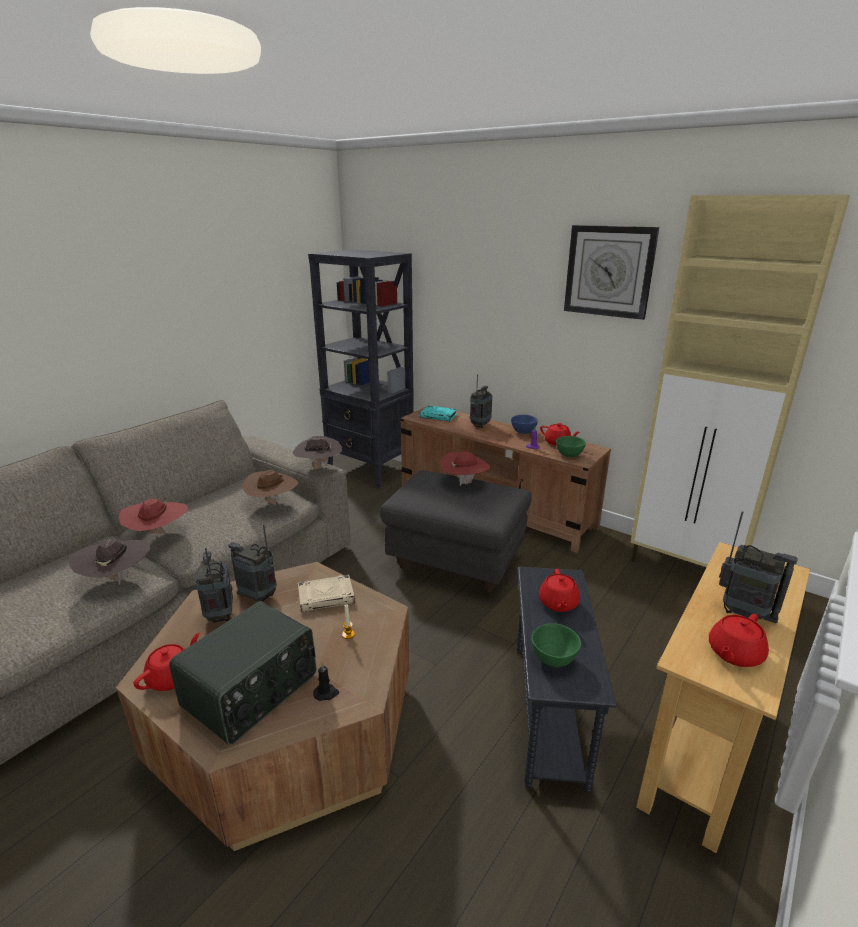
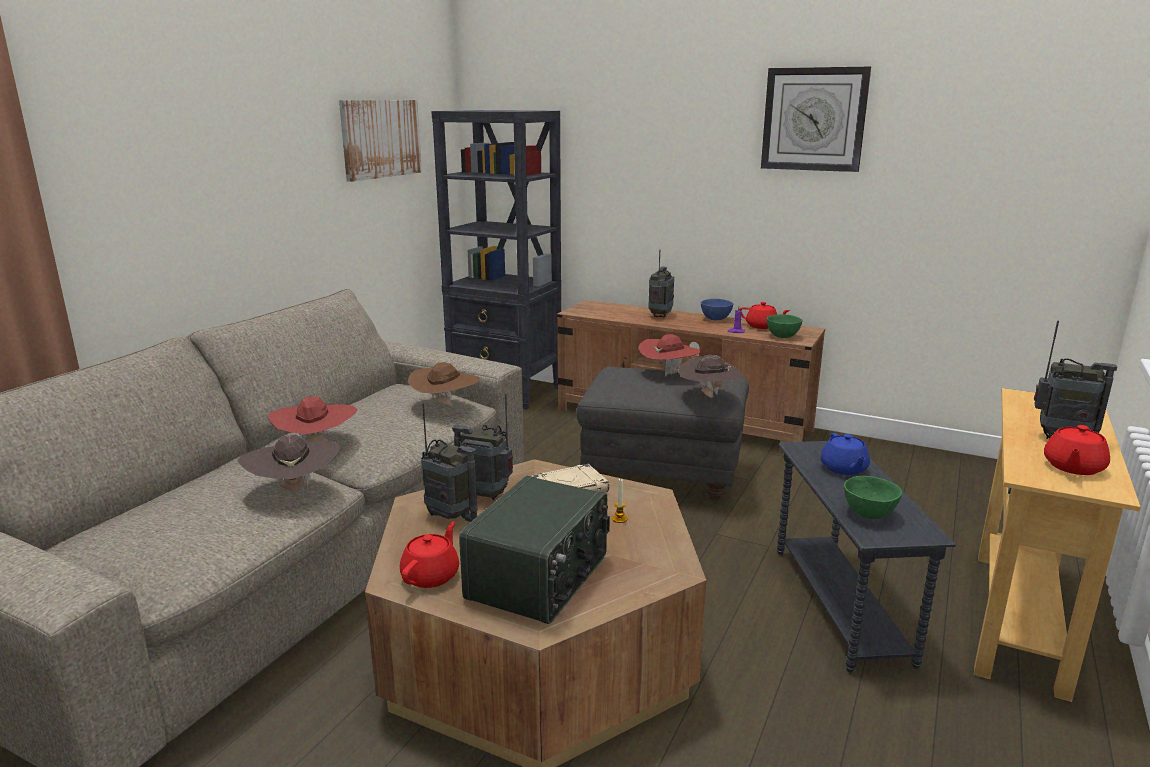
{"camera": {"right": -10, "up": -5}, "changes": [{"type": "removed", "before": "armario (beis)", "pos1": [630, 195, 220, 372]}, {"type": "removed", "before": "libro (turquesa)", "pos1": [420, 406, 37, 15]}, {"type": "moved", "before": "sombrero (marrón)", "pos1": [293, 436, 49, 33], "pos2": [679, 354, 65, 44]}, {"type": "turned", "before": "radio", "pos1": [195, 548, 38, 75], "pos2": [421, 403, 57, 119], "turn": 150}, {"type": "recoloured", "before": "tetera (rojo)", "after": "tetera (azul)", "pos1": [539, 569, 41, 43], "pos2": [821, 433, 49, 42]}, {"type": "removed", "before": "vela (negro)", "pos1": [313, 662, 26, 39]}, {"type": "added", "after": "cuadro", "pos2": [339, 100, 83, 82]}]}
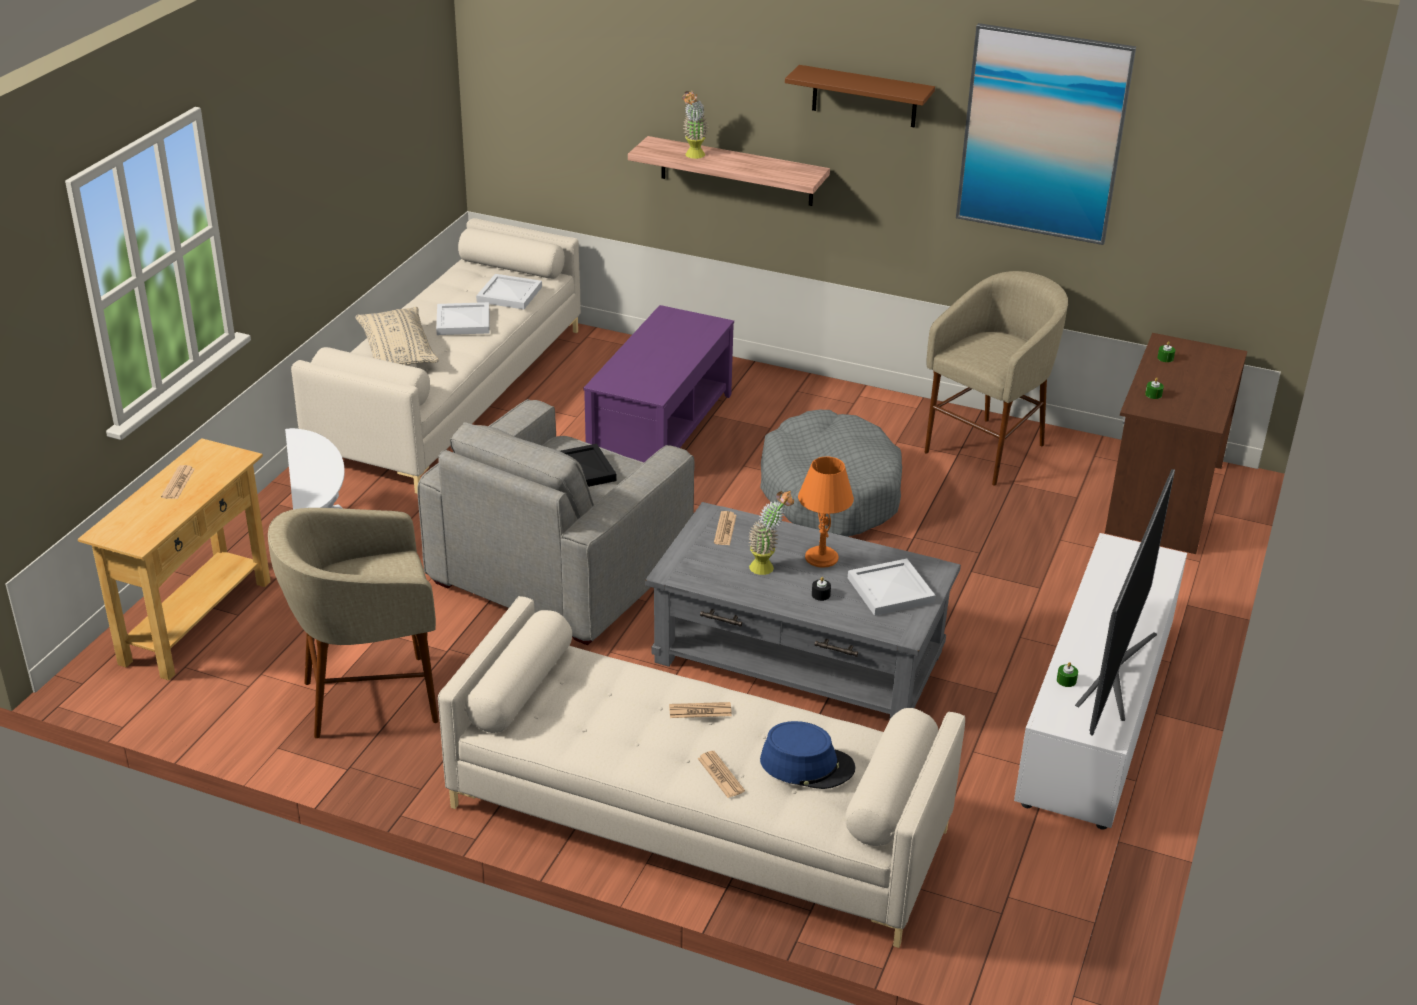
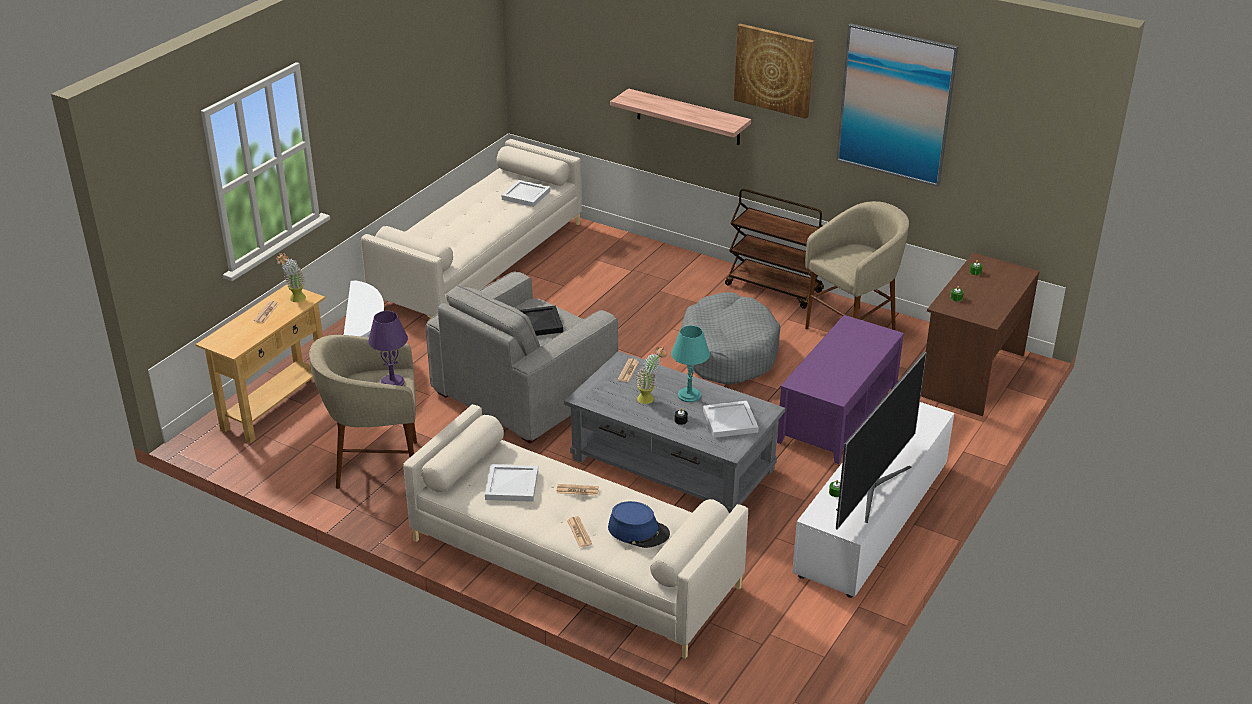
{"camera": {"right": 10, "up": 0}, "changes": [{"type": "replaced", "before": "estante (marrón)", "after": "cuadro", "pos1": [785, 65, 150, 62], "pos2": [734, 24, 80, 95]}, {"type": "moved", "before": "planta en maceta", "pos1": [682, 91, 26, 68], "pos2": [276, 253, 30, 49]}, {"type": "moved", "before": "bandeja (blanco)", "pos1": [436, 302, 54, 33], "pos2": [485, 464, 53, 38]}, {"type": "moved", "before": "mesa de centro (morado)", "pos1": [584, 305, 150, 157], "pos2": [777, 315, 127, 149]}, {"type": "removed", "before": "cojín (beis)", "pos1": [355, 307, 84, 58]}, {"type": "recoloured", "before": "lámpara de mesa (naranja)", "after": "lámpara de mesa (turquesa)", "pos1": [798, 457, 56, 111], "pos2": [671, 325, 39, 77]}, {"type": "added", "after": "carrito (marrón)", "pos2": [725, 189, 99, 120]}, {"type": "added", "after": "lámpara de mesa (morado)", "pos2": [368, 311, 40, 75]}]}
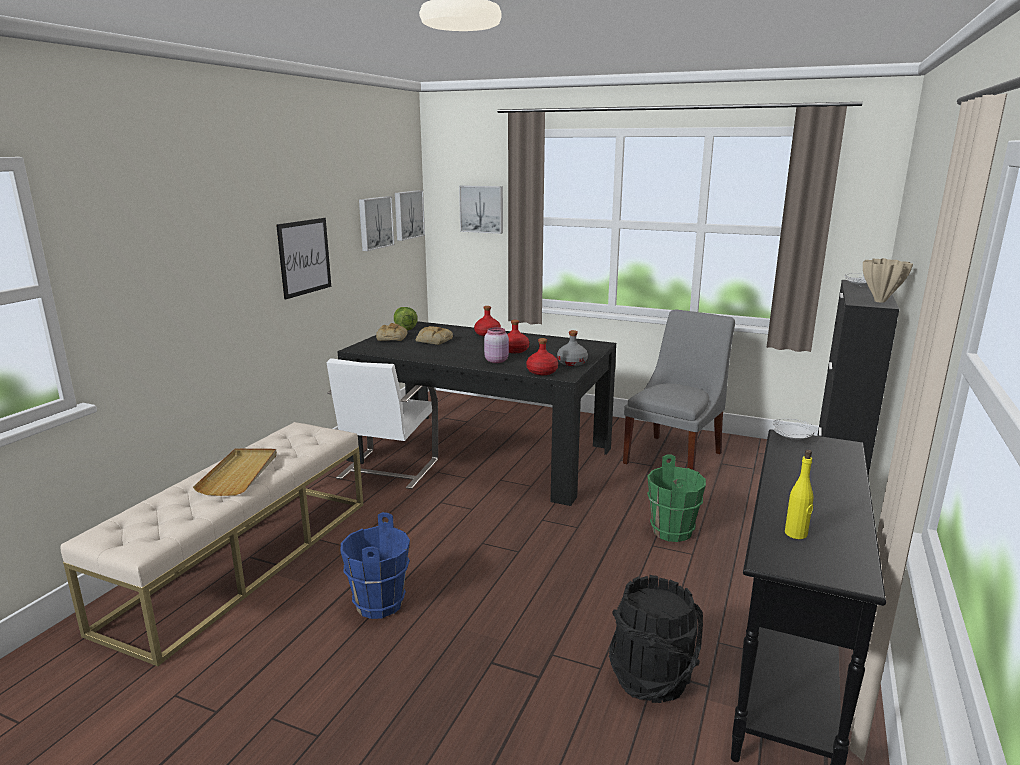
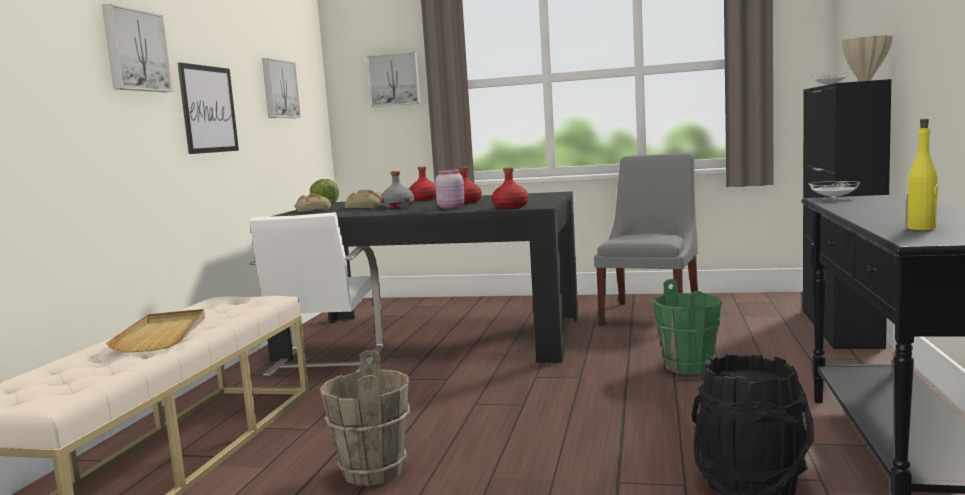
{"camera": {"right": -10, "up": -10}, "changes": [{"type": "moved", "before": "cuadro", "pos1": [395, 190, 30, 51], "pos2": [102, 4, 71, 88]}, {"type": "moved", "before": "botella (gris)", "pos1": [557, 330, 31, 36], "pos2": [381, 171, 33, 37]}, {"type": "recoloured", "before": "cubo (azul)", "after": "cubo (marrón)", "pos1": [340, 512, 70, 107], "pos2": [320, 350, 90, 136]}]}
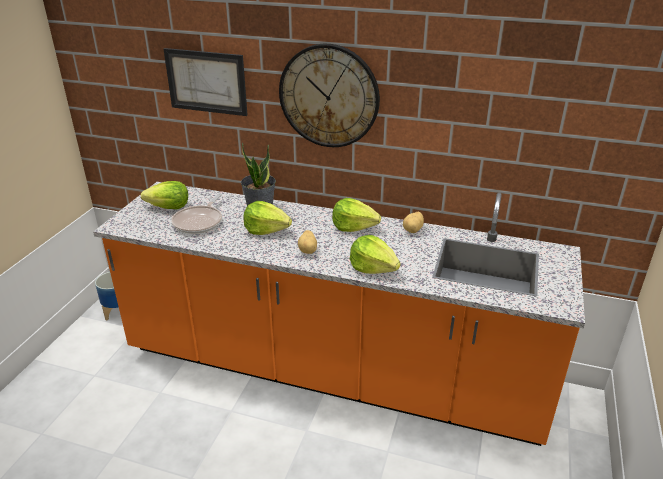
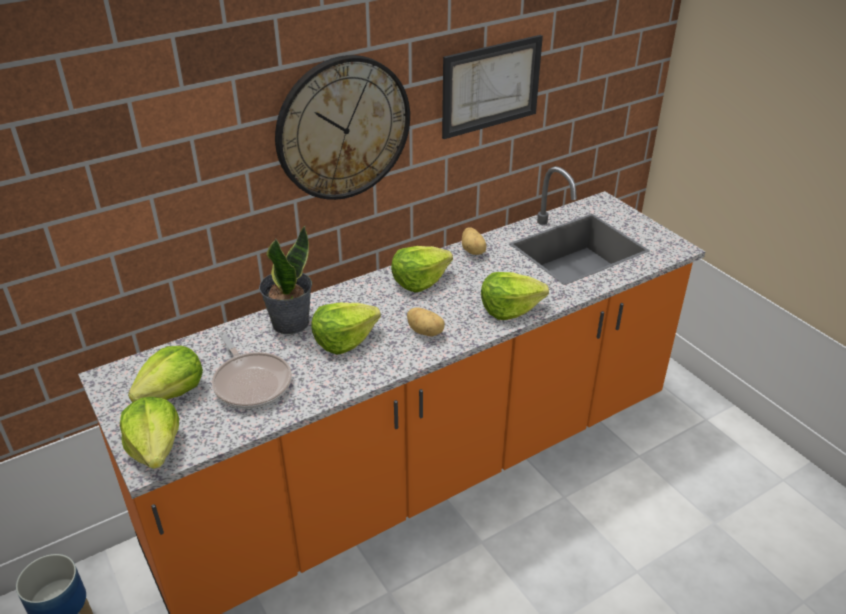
{"camera": {"right": -50, "up": 5}, "changes": [{"type": "moved", "before": "cuadro", "pos1": [164, 48, 83, 68], "pos2": [442, 35, 101, 104]}, {"type": "added", "after": "lechuga", "pos2": [120, 397, 59, 72]}]}
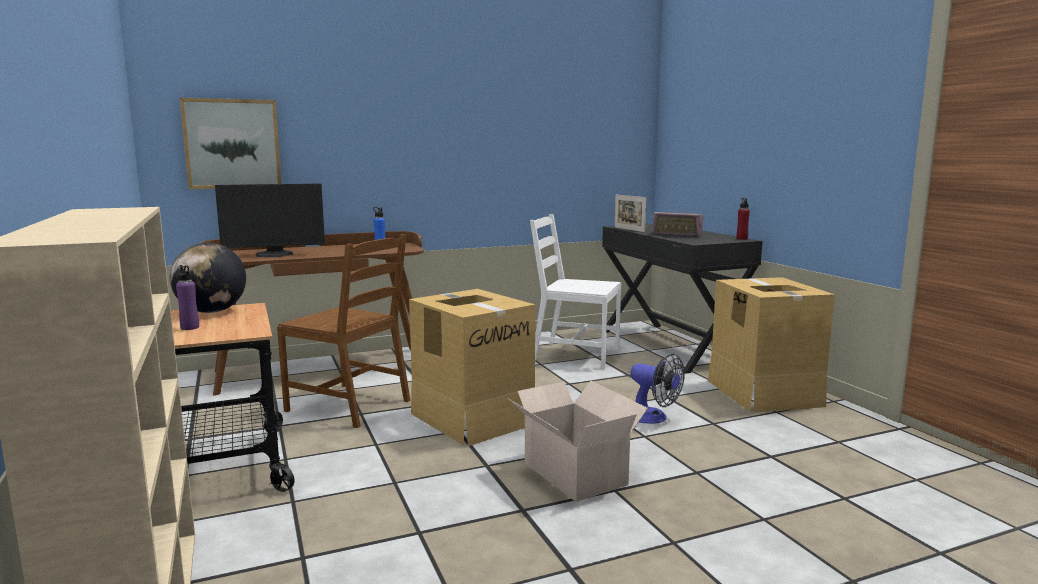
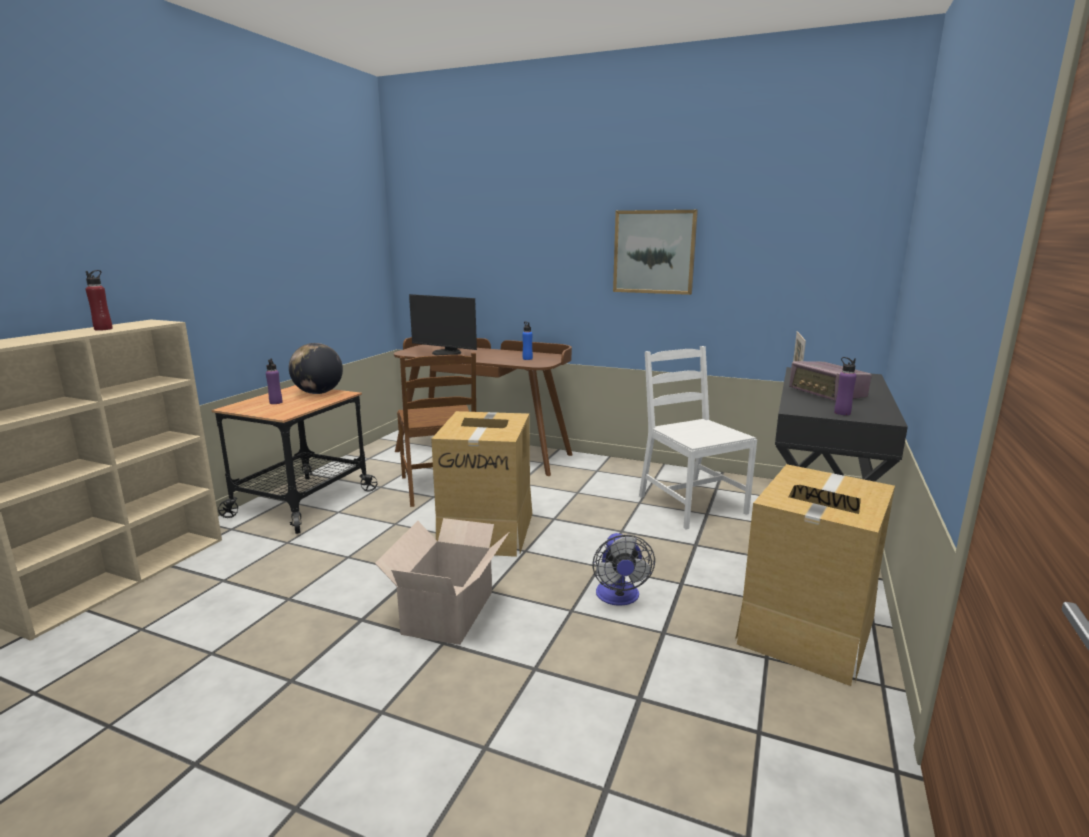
{"camera": {"right": 45, "up": 5}, "changes": [{"type": "moved", "before": "cuadro", "pos1": [180, 98, 102, 91], "pos2": [613, 210, 85, 85]}, {"type": "moved", "before": "botella (rojo)", "pos1": [736, 198, 14, 42], "pos2": [86, 270, 27, 61]}, {"type": "added", "after": "botella (morado)", "pos2": [834, 357, 22, 58]}]}
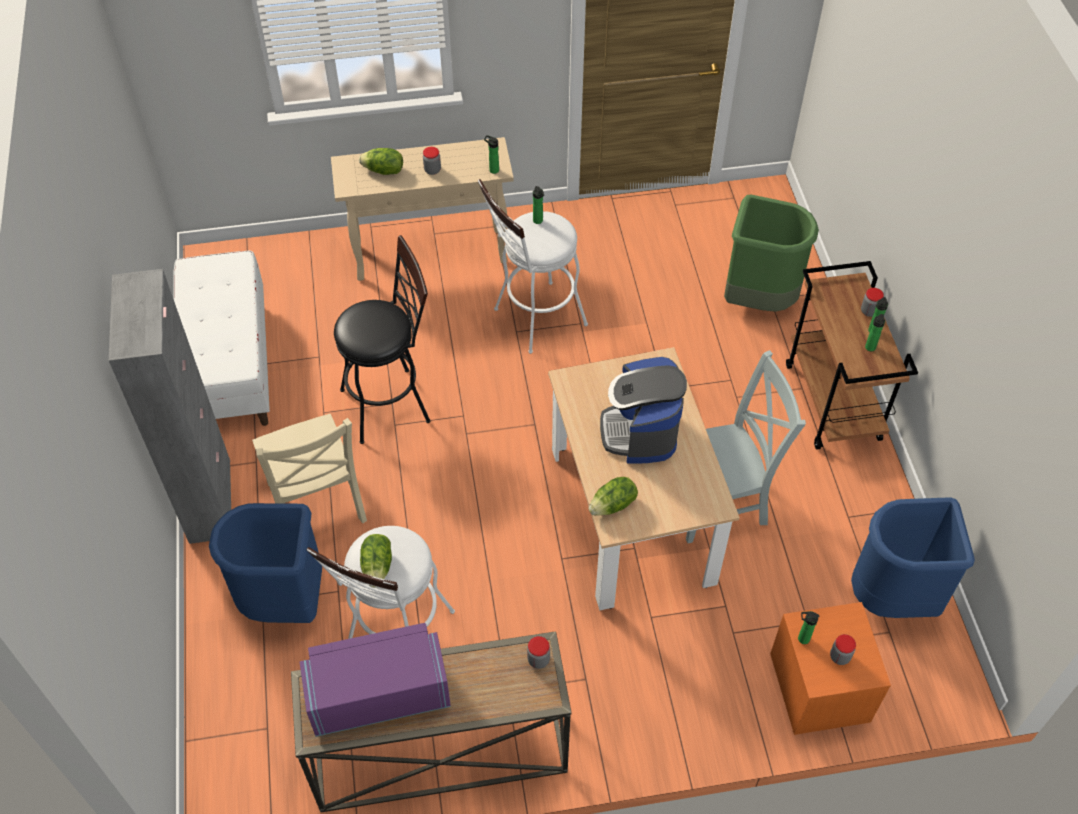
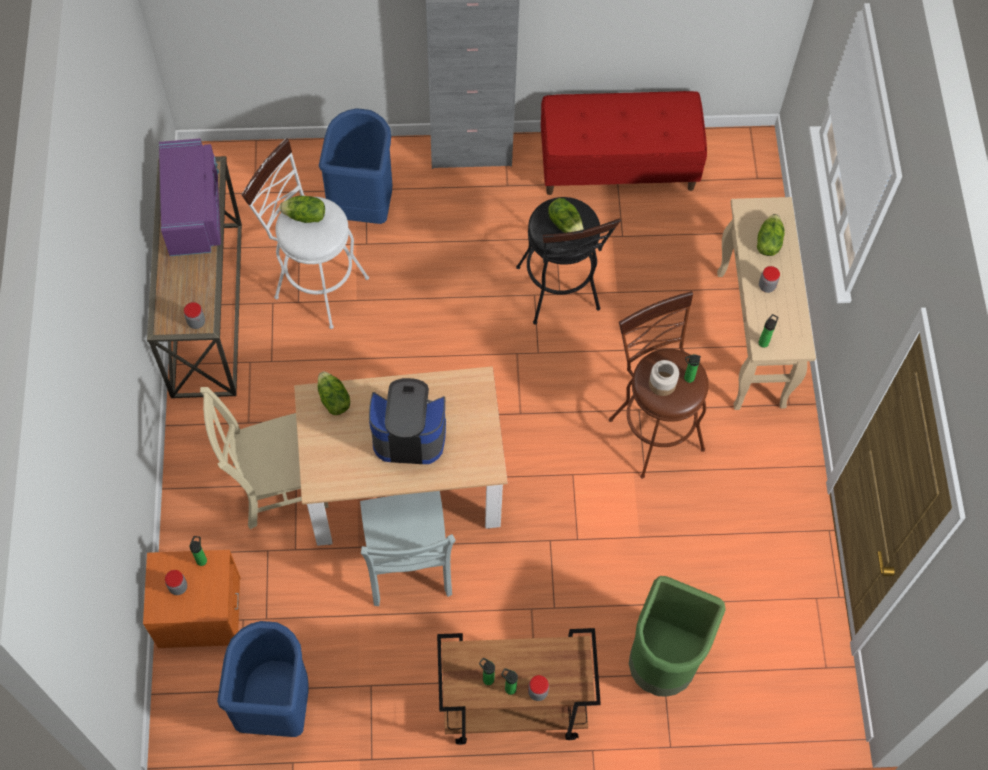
{"camera": {"right": 95, "up": 10}, "changes": [{"type": "recoloured", "before": "taburete (blanco)", "after": "taburete (marrón)", "pos1": [478, 179, 110, 175], "pos2": [609, 291, 100, 188]}, {"type": "recoloured", "before": "banco (blanco)", "after": "banco (rojo)", "pos1": [173, 250, 97, 176], "pos2": [541, 91, 166, 104]}, {"type": "moved", "before": "silla (beis)", "pos1": [252, 414, 115, 109], "pos2": [200, 387, 129, 142]}, {"type": "added", "after": "lechuga", "pos2": [548, 198, 36, 35]}, {"type": "added", "after": "tarro", "pos2": [649, 360, 30, 36]}]}
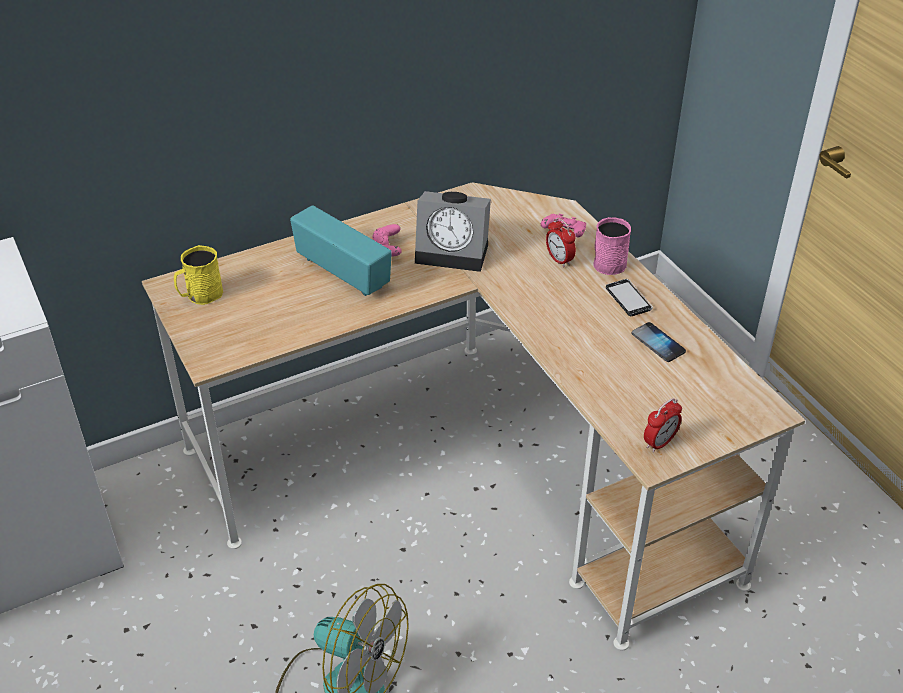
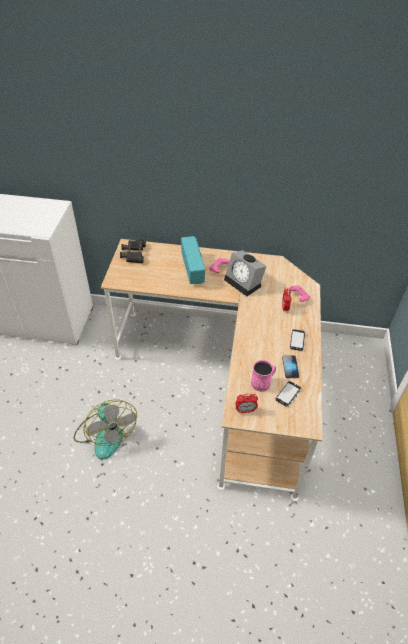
{"camera": {"right": 35, "up": 5}, "changes": [{"type": "moved", "before": "taza grande (rosa)", "pos1": [593, 217, 38, 58], "pos2": [251, 360, 25, 32]}, {"type": "replaced", "before": "taza grande (amarillo)", "after": "prismáticos (negro)", "pos1": [174, 245, 49, 60], "pos2": [120, 240, 26, 23]}, {"type": "added", "after": "móvil", "pos2": [275, 381, 27, 26]}]}
